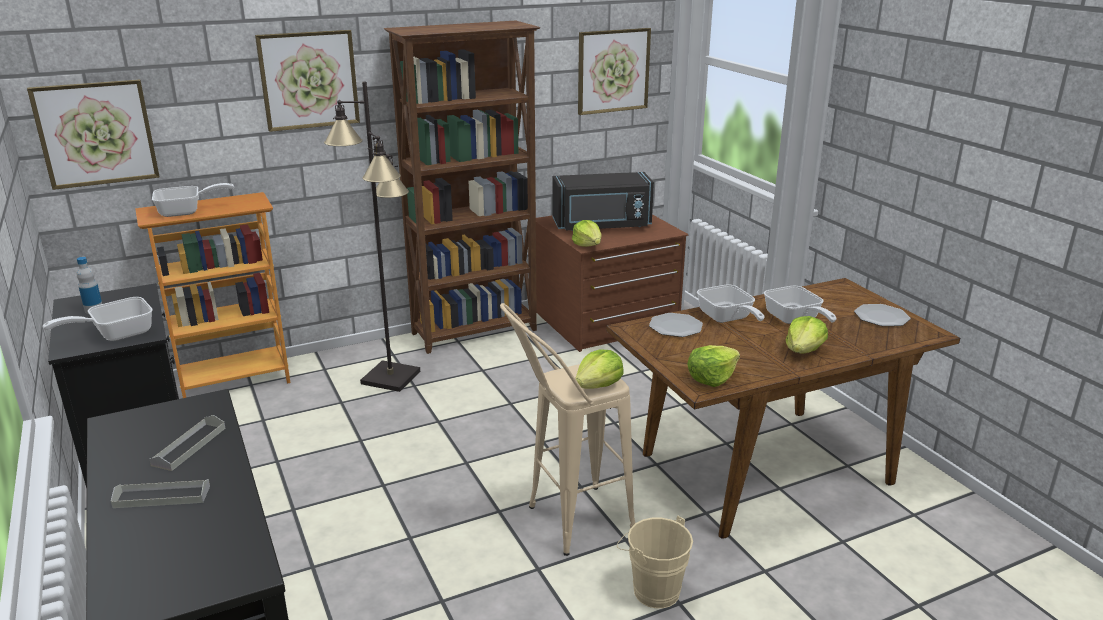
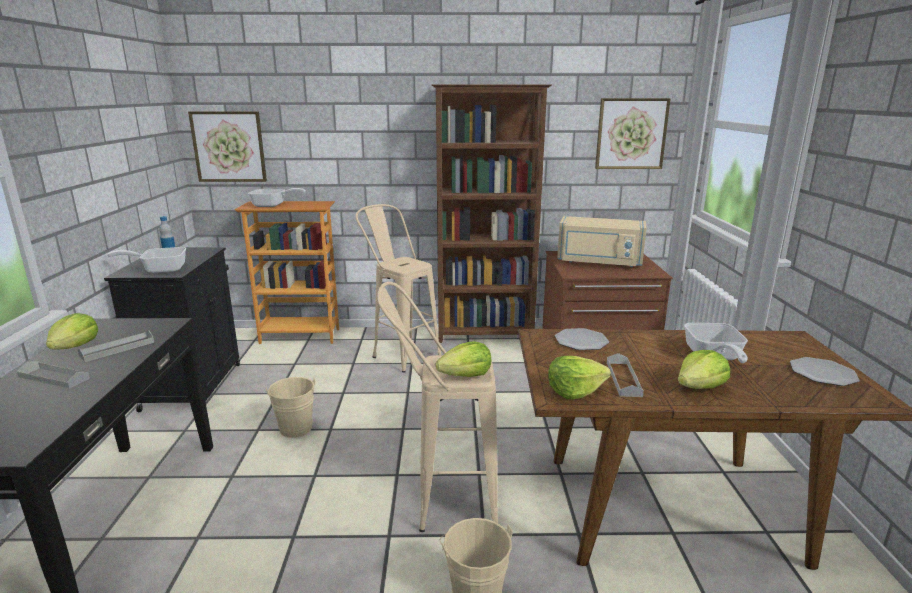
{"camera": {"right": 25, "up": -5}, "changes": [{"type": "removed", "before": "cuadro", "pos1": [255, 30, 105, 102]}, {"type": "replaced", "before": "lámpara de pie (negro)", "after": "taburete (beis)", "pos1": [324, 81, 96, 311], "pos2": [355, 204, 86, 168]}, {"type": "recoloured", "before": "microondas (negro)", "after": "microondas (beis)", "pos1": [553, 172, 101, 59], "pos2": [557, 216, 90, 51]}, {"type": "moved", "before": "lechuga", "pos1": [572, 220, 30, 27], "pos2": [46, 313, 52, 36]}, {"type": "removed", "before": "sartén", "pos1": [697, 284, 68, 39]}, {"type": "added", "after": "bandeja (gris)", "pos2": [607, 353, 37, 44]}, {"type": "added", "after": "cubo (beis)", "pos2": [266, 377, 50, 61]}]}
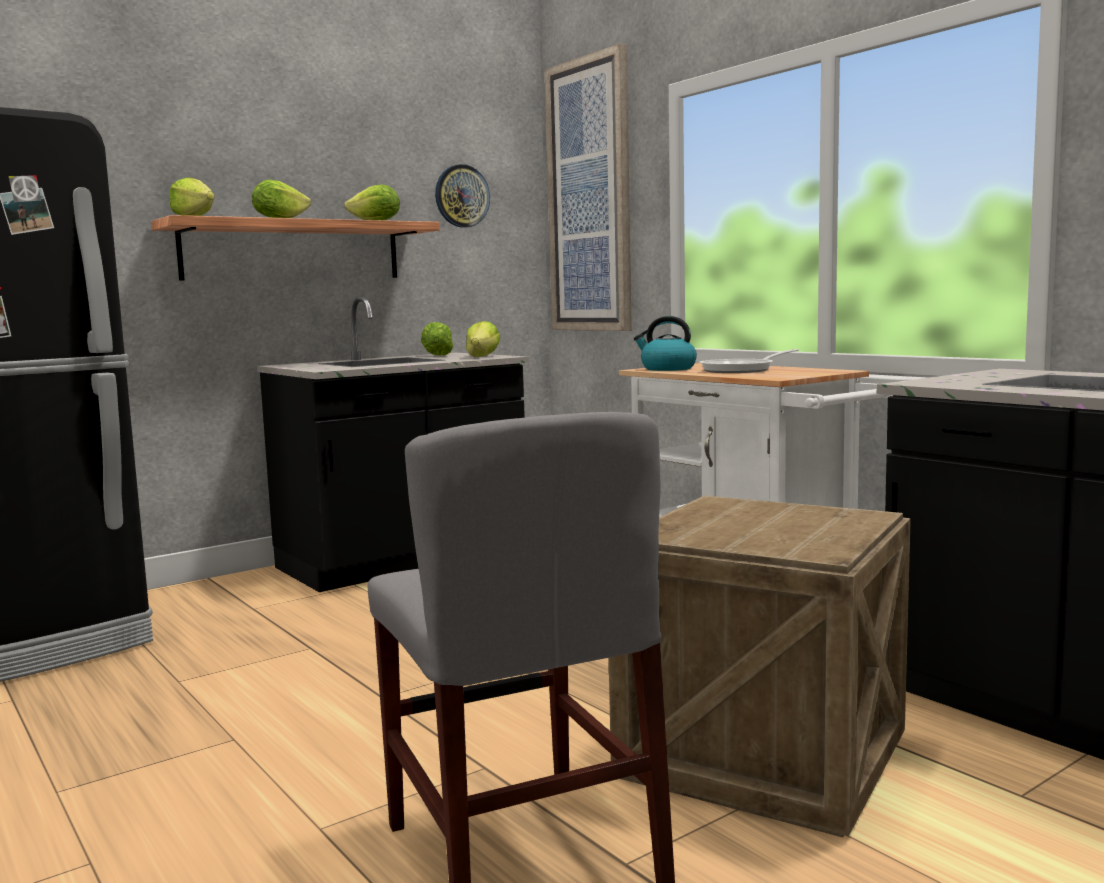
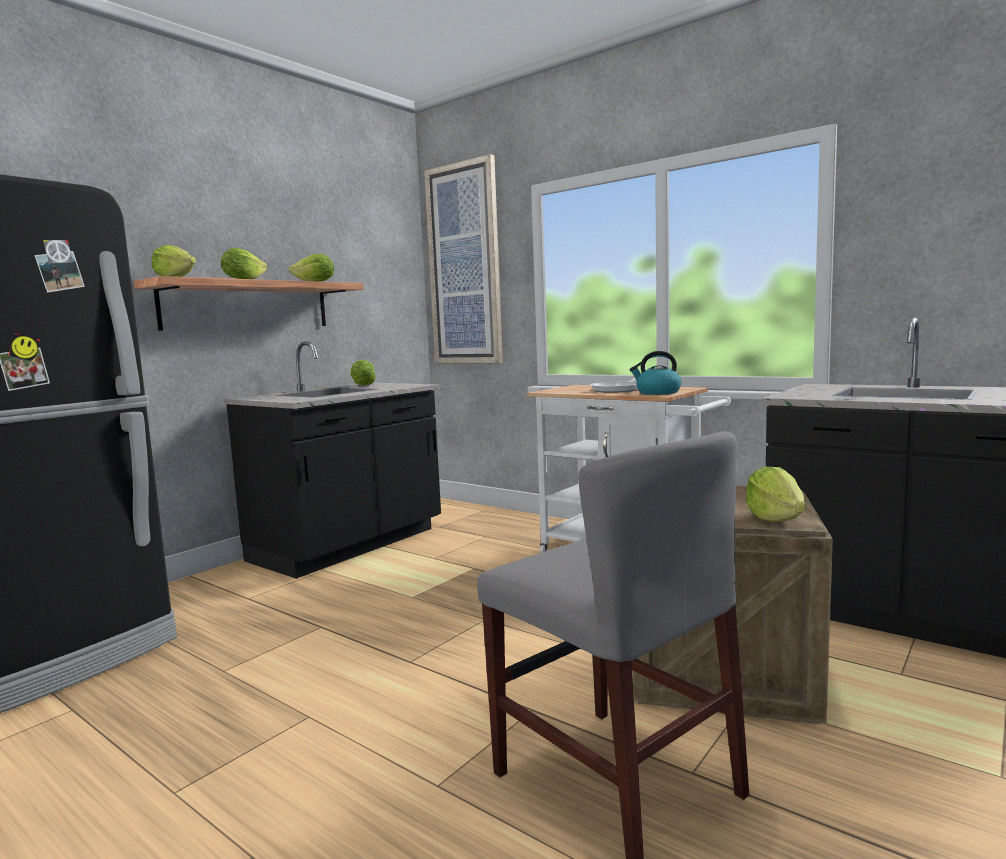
{"camera": {"right": -15, "up": 0}, "changes": [{"type": "removed", "before": "reloj de pared", "pos1": [435, 164, 55, 64]}, {"type": "moved", "before": "hervidor", "pos1": [634, 316, 63, 55], "pos2": [630, 351, 51, 44]}, {"type": "moved", "before": "lechuga", "pos1": [466, 321, 34, 36], "pos2": [745, 466, 60, 56]}]}
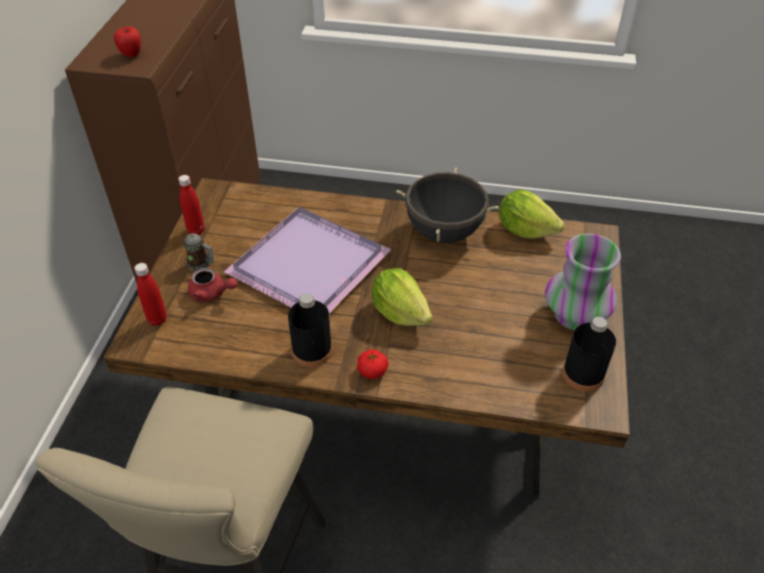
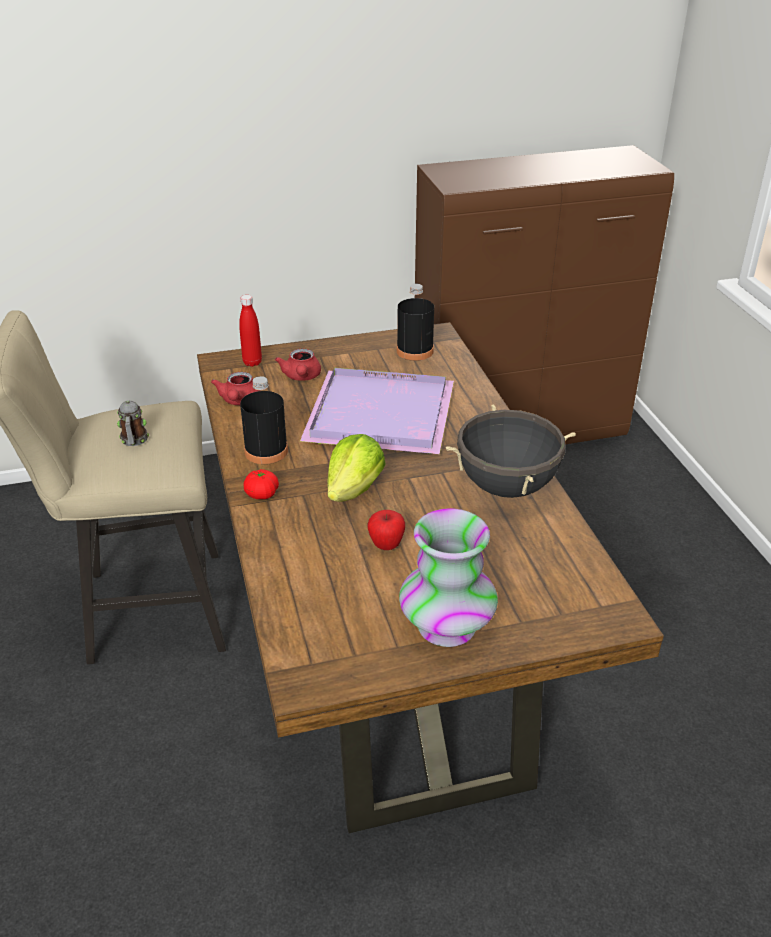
{"camera": {"right": 65, "up": -10}, "changes": [{"type": "moved", "before": "manzana", "pos1": [114, 26, 27, 31], "pos2": [368, 510, 37, 40]}, {"type": "removed", "before": "botella (rojo)", "pos1": [178, 175, 27, 60]}, {"type": "removed", "before": "lechuga", "pos1": [498, 189, 67, 50]}, {"type": "moved", "before": "taza grande", "pos1": [183, 233, 32, 38], "pos2": [117, 400, 32, 46]}, {"type": "moved", "before": "botella (negro)", "pos1": [562, 317, 54, 74], "pos2": [397, 284, 37, 77]}, {"type": "added", "after": "tetera (rojo)", "pos2": [211, 372, 49, 33]}]}
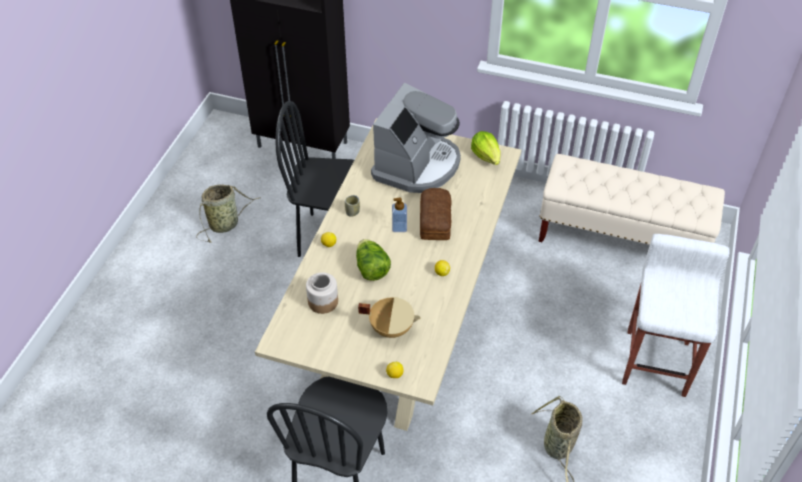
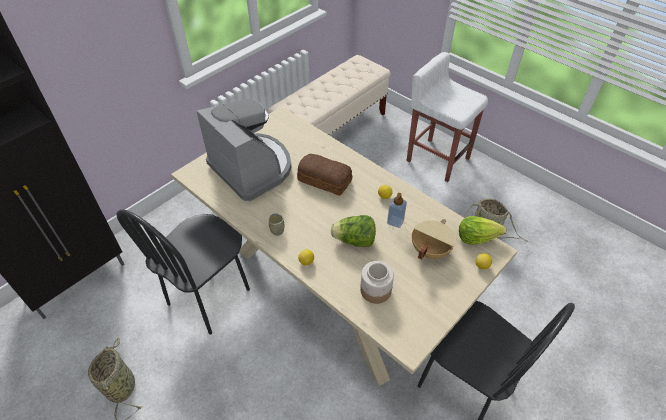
{"camera": {"right": -65, "up": 0}, "changes": [{"type": "moved", "before": "lechuga", "pos1": [471, 131, 30, 34], "pos2": [459, 216, 48, 29]}, {"type": "moved", "before": "dispensador de jabón", "pos1": [392, 198, 15, 34], "pos2": [387, 193, 20, 35]}]}
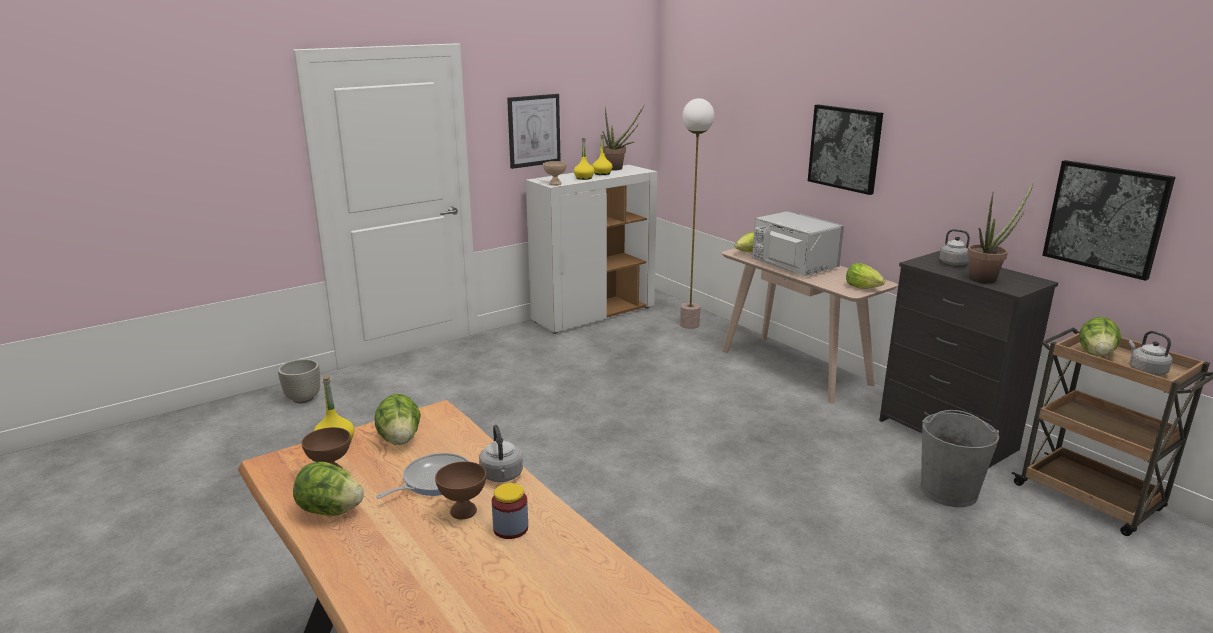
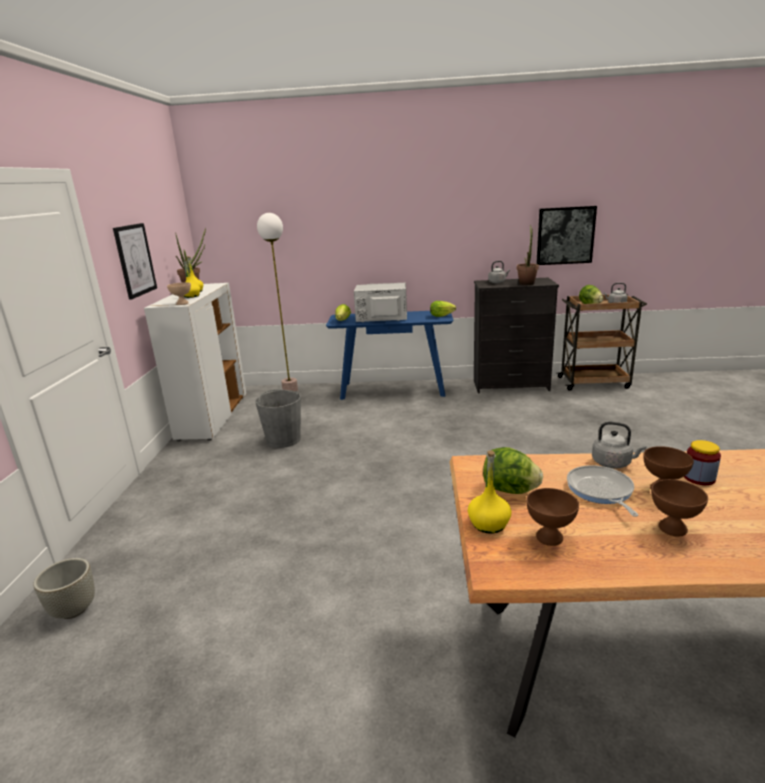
{"camera": {"right": -50, "up": 0}, "changes": [{"type": "removed", "before": "cuadro", "pos1": [808, 104, 75, 91]}, {"type": "recoloured", "before": "mesa consola (beis)", "after": "mesa consola (azul)", "pos1": [722, 248, 176, 156], "pos2": [326, 311, 127, 89]}, {"type": "moved", "before": "cubo (gris)", "pos1": [920, 410, 79, 97], "pos2": [255, 389, 46, 59]}, {"type": "removed", "before": "lechuga", "pos1": [293, 462, 71, 54]}, {"type": "added", "after": "cuenco (marrón)", "pos2": [651, 479, 57, 58]}]}
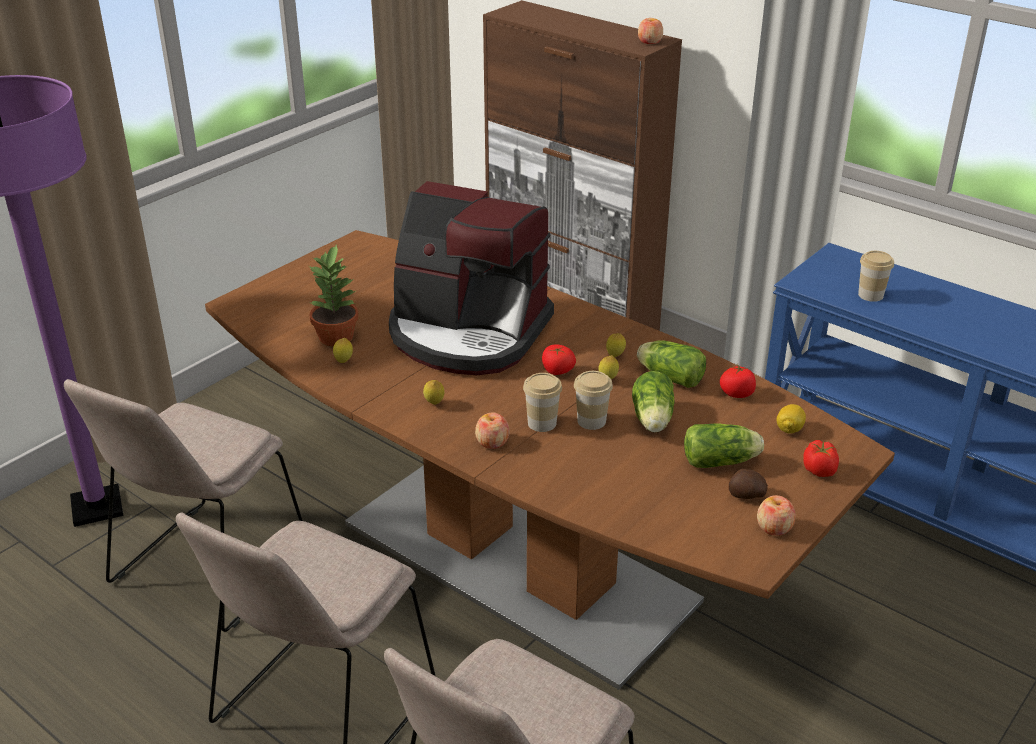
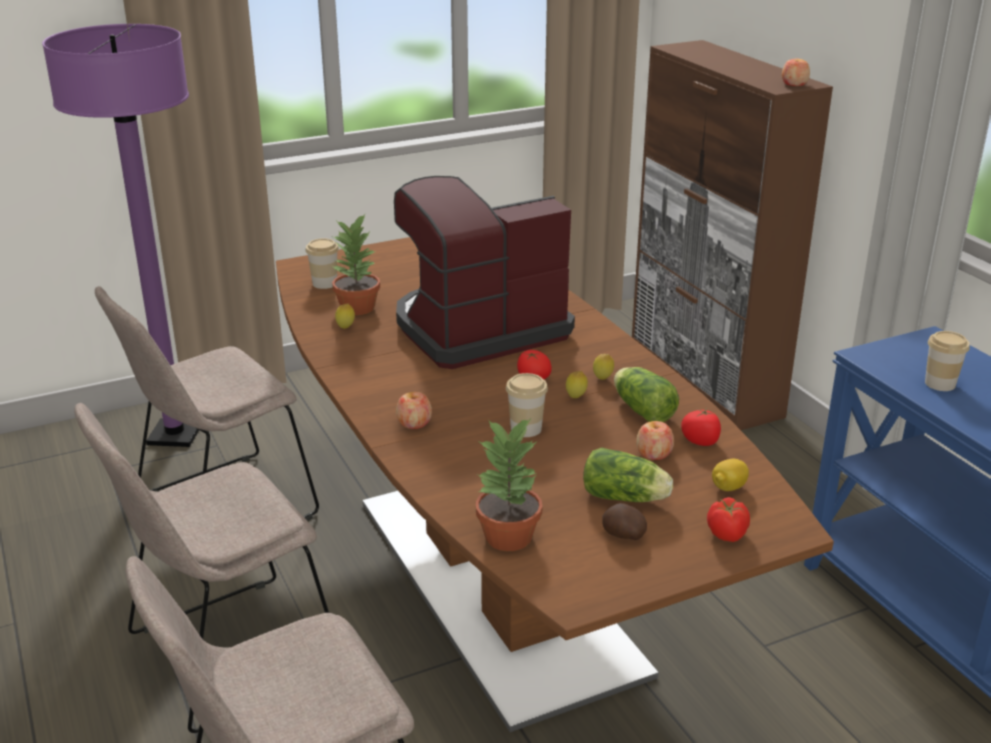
{"camera": {"right": 25, "up": -5}, "changes": [{"type": "turned", "before": "cafetera", "pos1": [389, 181, 165, 194], "pos2": [394, 176, 181, 193], "turn": 105}, {"type": "removed", "before": "lechuga", "pos1": [632, 371, 43, 62]}, {"type": "moved", "before": "taza", "pos1": [523, 373, 39, 59], "pos2": [306, 238, 33, 51]}, {"type": "removed", "before": "limón", "pos1": [423, 380, 21, 25]}, {"type": "moved", "before": "manzana", "pos1": [757, 495, 39, 41], "pos2": [636, 421, 38, 39]}, {"type": "added", "after": "planta en maceta", "pos2": [476, 419, 66, 132]}]}
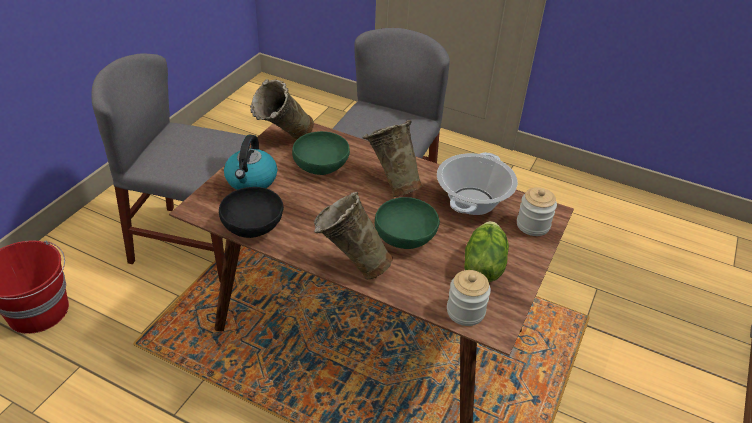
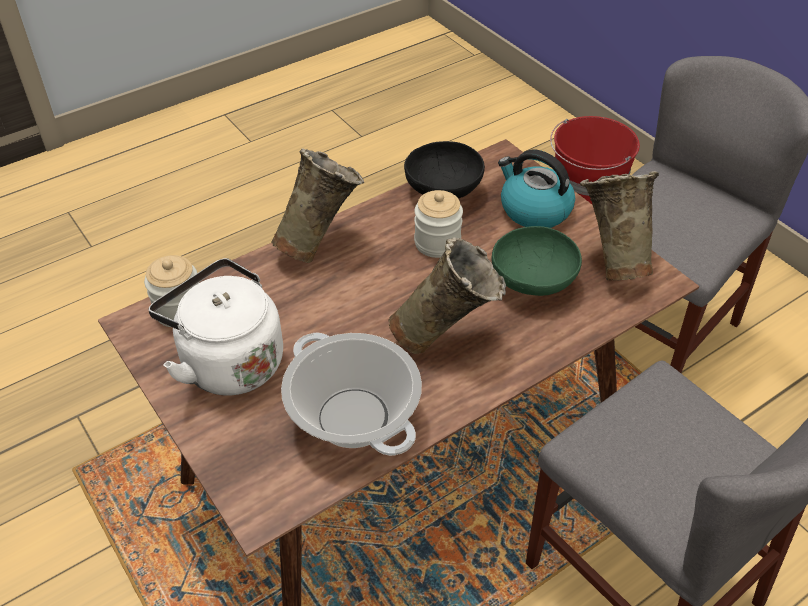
{"camera": {"right": 120, "up": 5}, "changes": [{"type": "moved", "before": "tarro", "pos1": [517, 187, 40, 49], "pos2": [414, 190, 49, 68]}, {"type": "removed", "before": "cuenco (verde)", "pos1": [375, 197, 65, 52]}, {"type": "replaced", "before": "lechuga", "after": "hervidor (blanco)", "pos1": [464, 221, 45, 61], "pos2": [148, 258, 135, 138]}]}
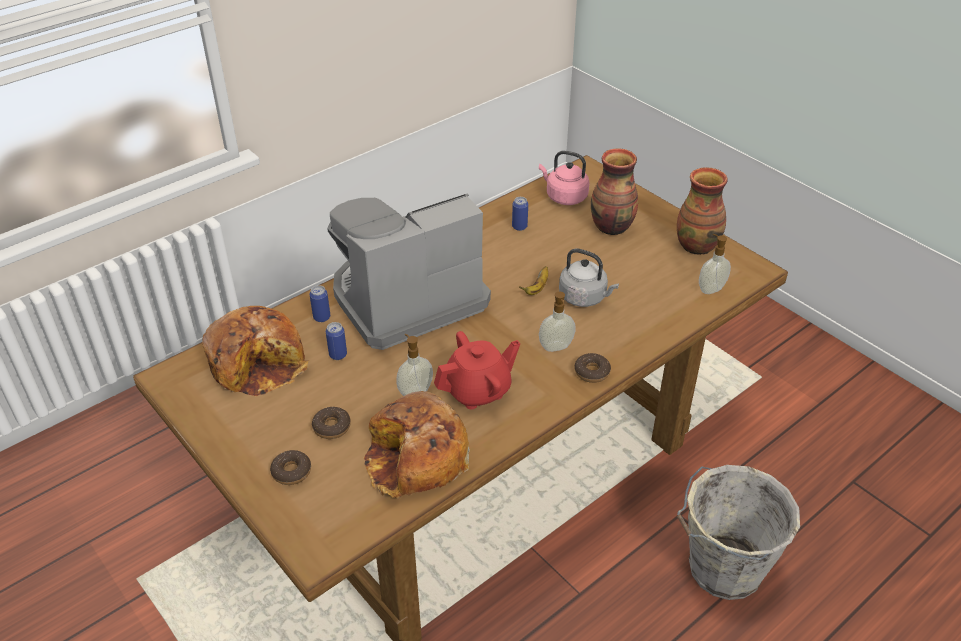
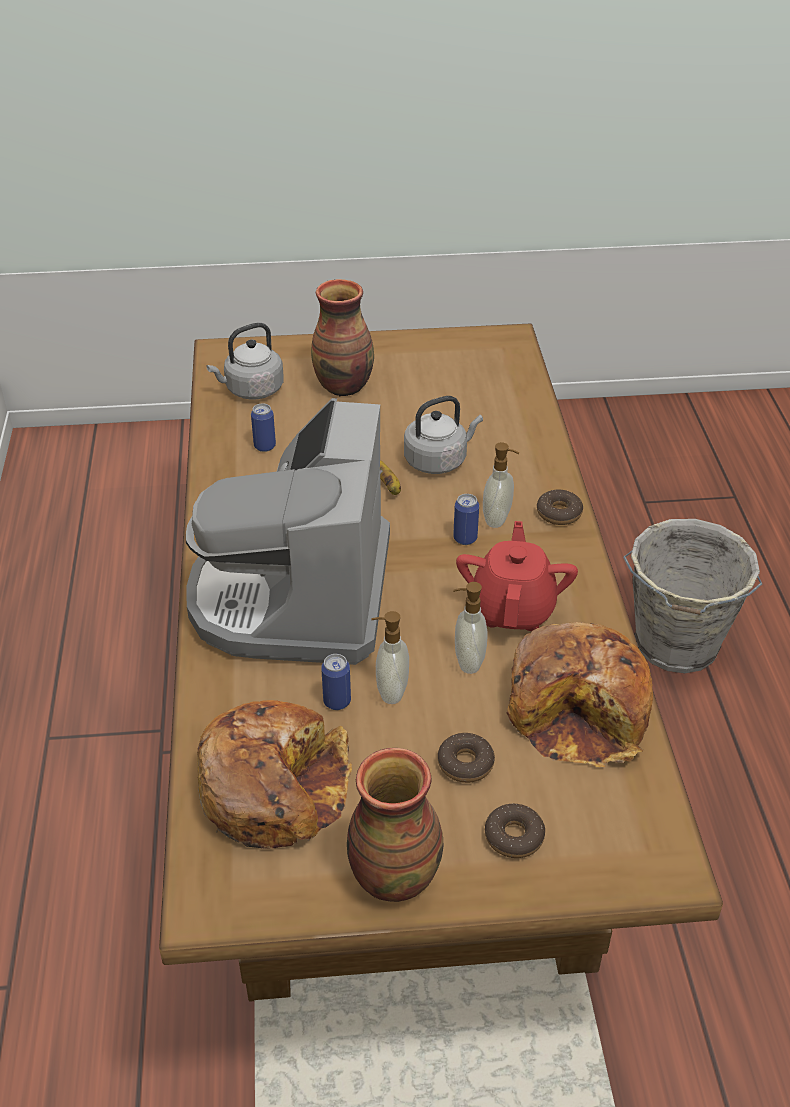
{"camera": {"right": -55, "up": 0}, "changes": [{"type": "recoloured", "before": "hervidor (rosa)", "after": "hervidor (gris)", "pos1": [539, 151, 51, 54], "pos2": [206, 323, 78, 77]}, {"type": "moved", "before": "florero", "pos1": [677, 167, 51, 88], "pos2": [347, 748, 96, 154]}, {"type": "moved", "before": "dispensador de jabón", "pos1": [699, 234, 32, 60], "pos2": [371, 611, 38, 93]}, {"type": "moved", "before": "lata", "pos1": [309, 285, 21, 37], "pos2": [453, 494, 26, 51]}]}
